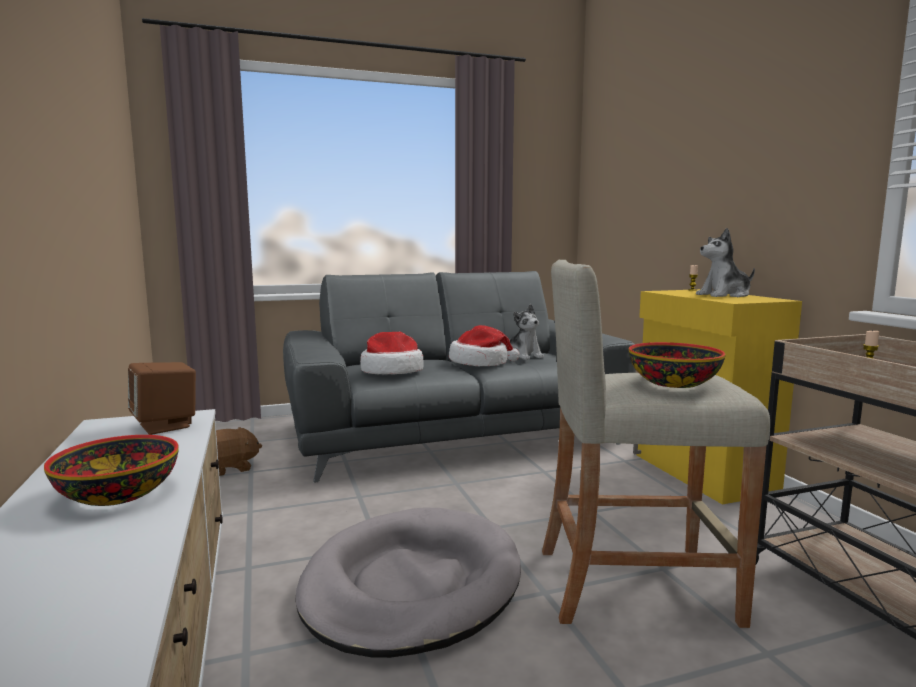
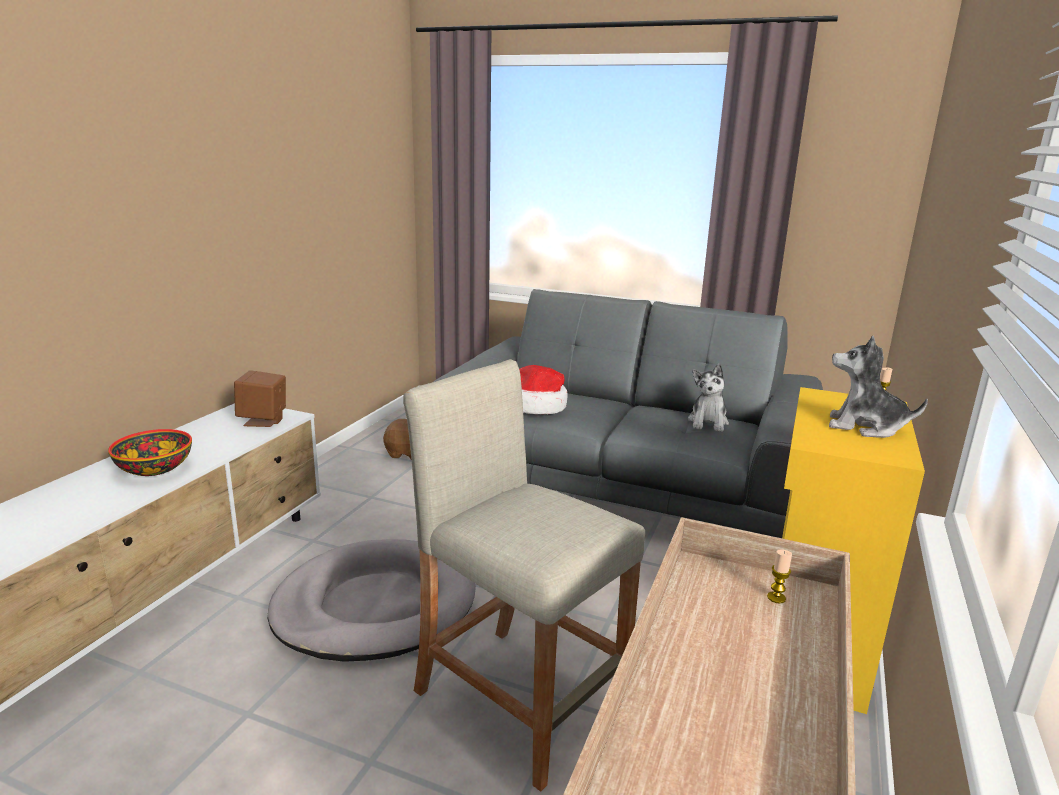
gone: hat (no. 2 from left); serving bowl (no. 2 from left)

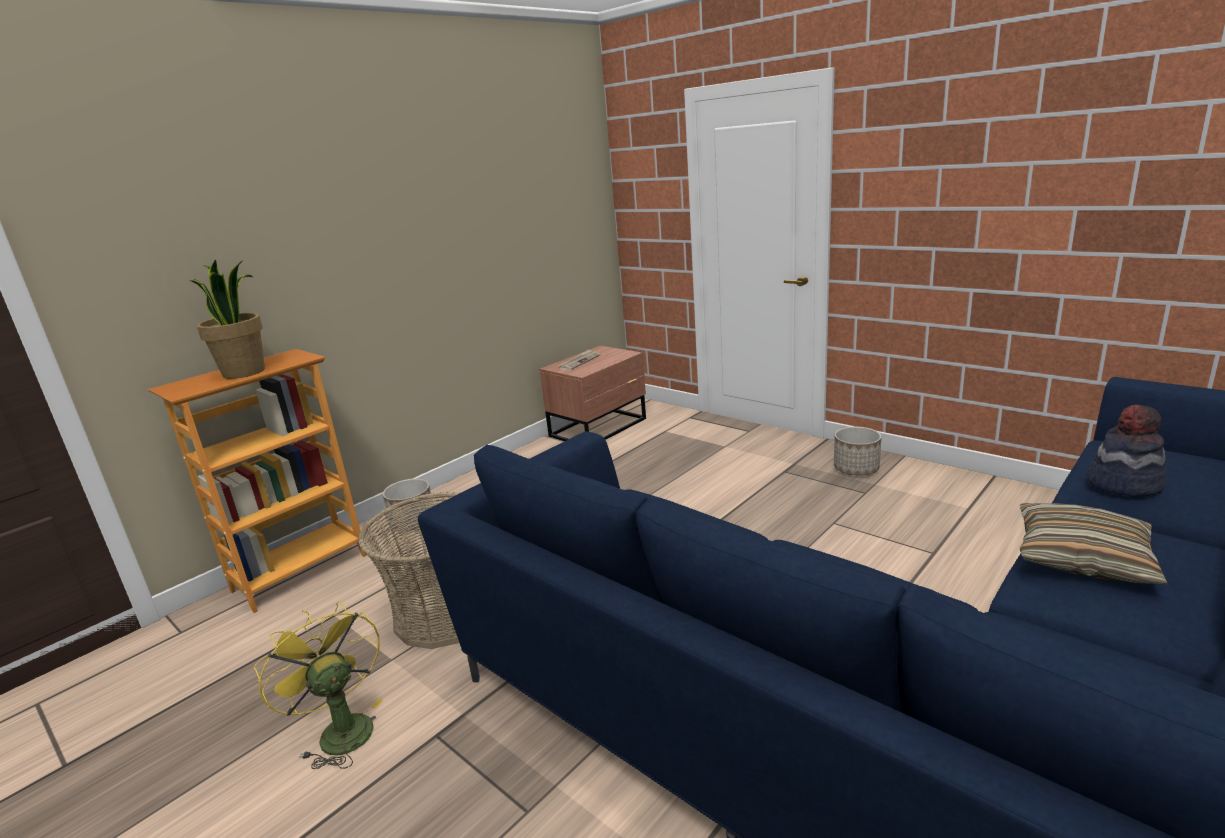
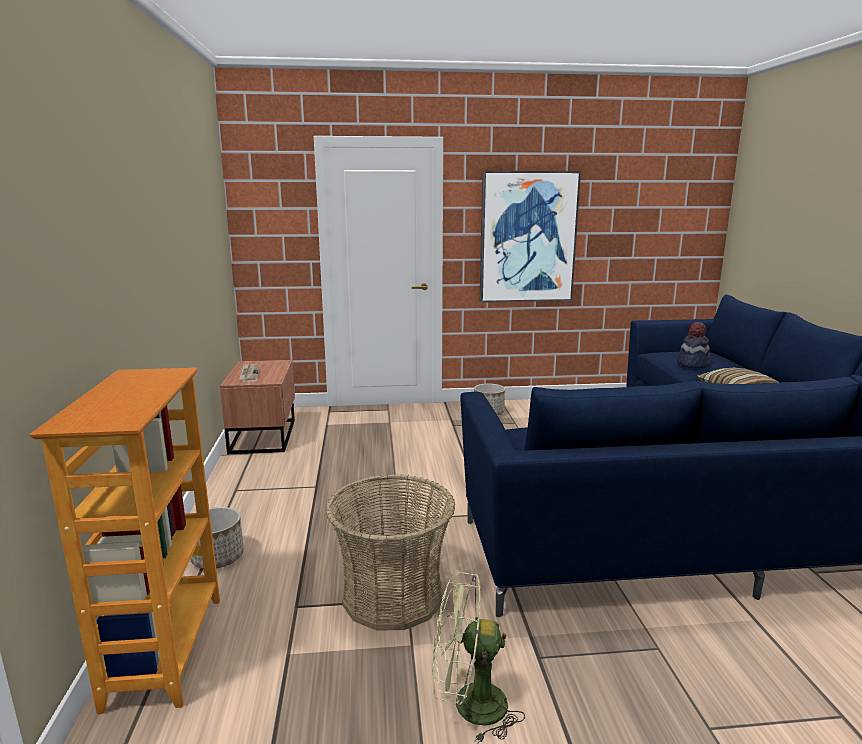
gone: potted plant
new: wall art
repainted: yellow-coloured cooling fan to green-coloured cooling fan

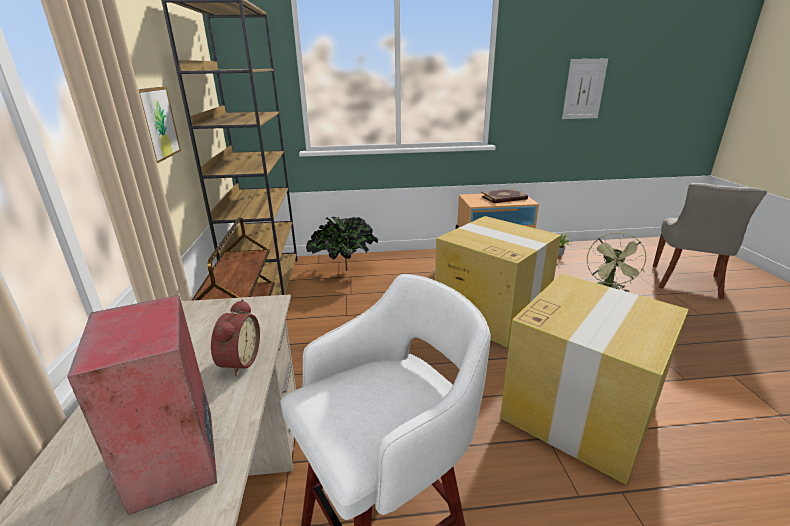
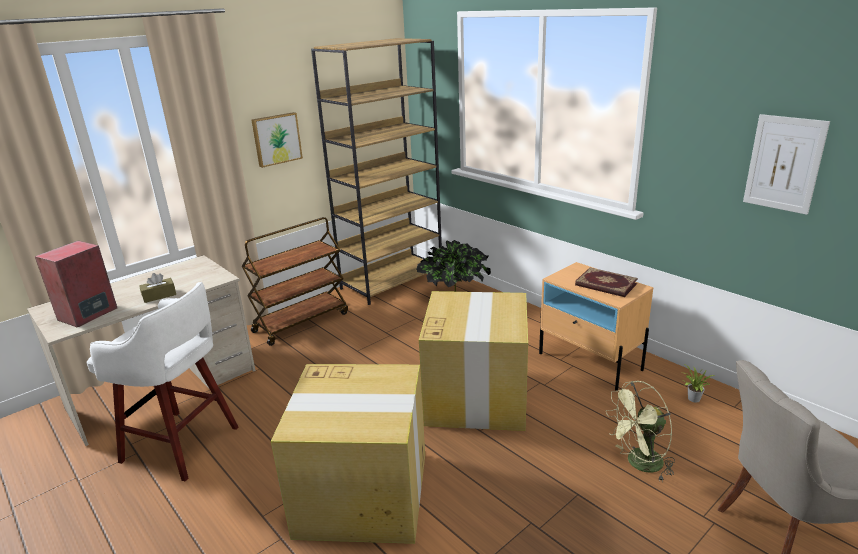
swapped: table clock to brownish box of tissues

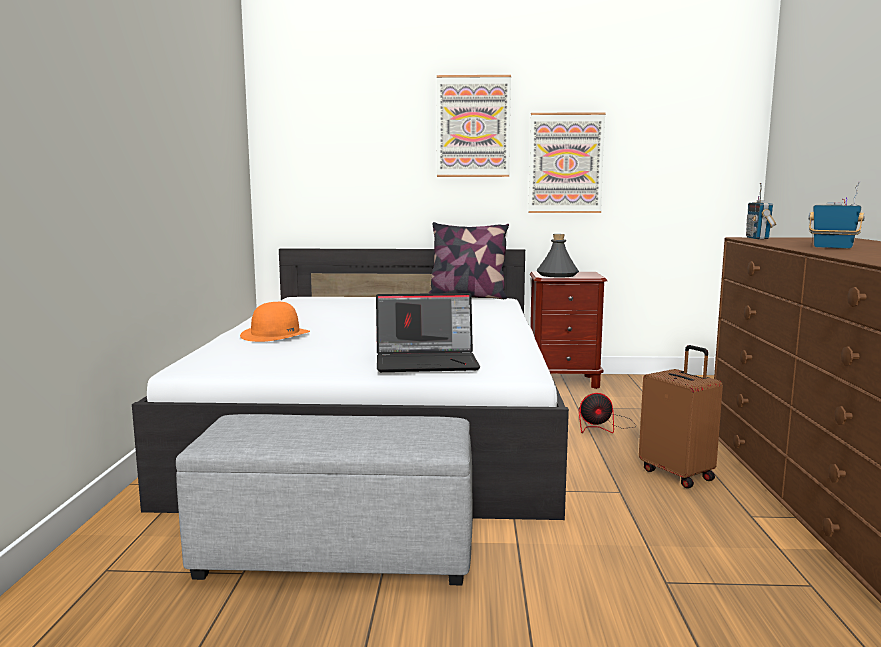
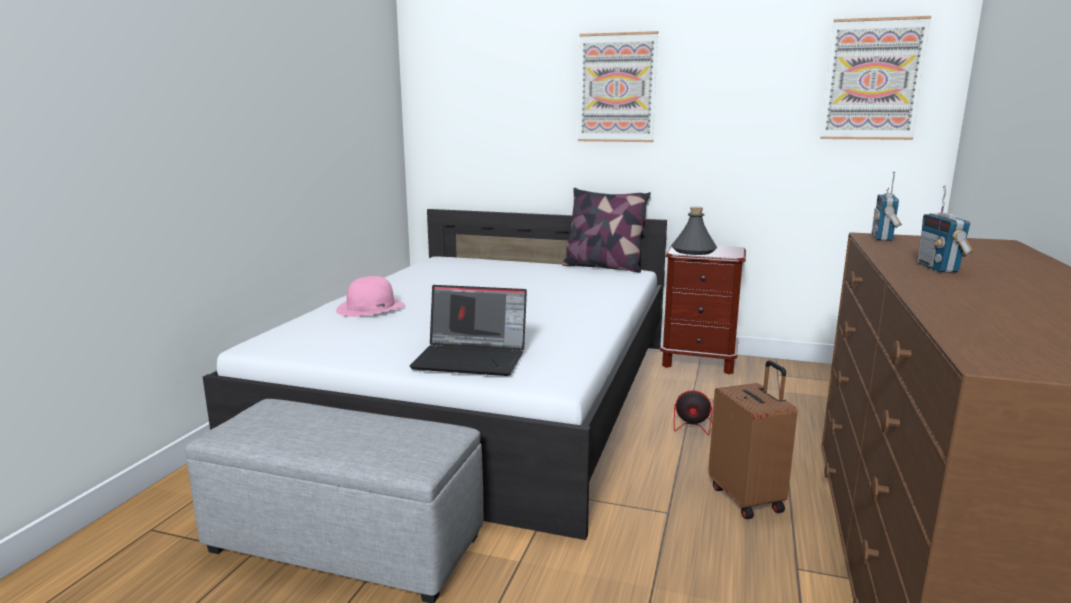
shifted: wall art (no. 2 from left)
repainted: orange-coloured hat to pinkish hat
rotated: radio receiver (no. 2 from left) 135 degrees counterclockwise

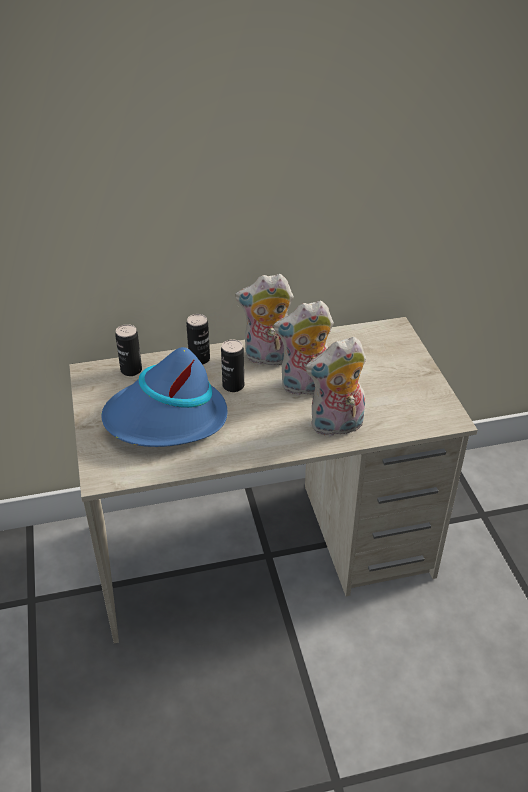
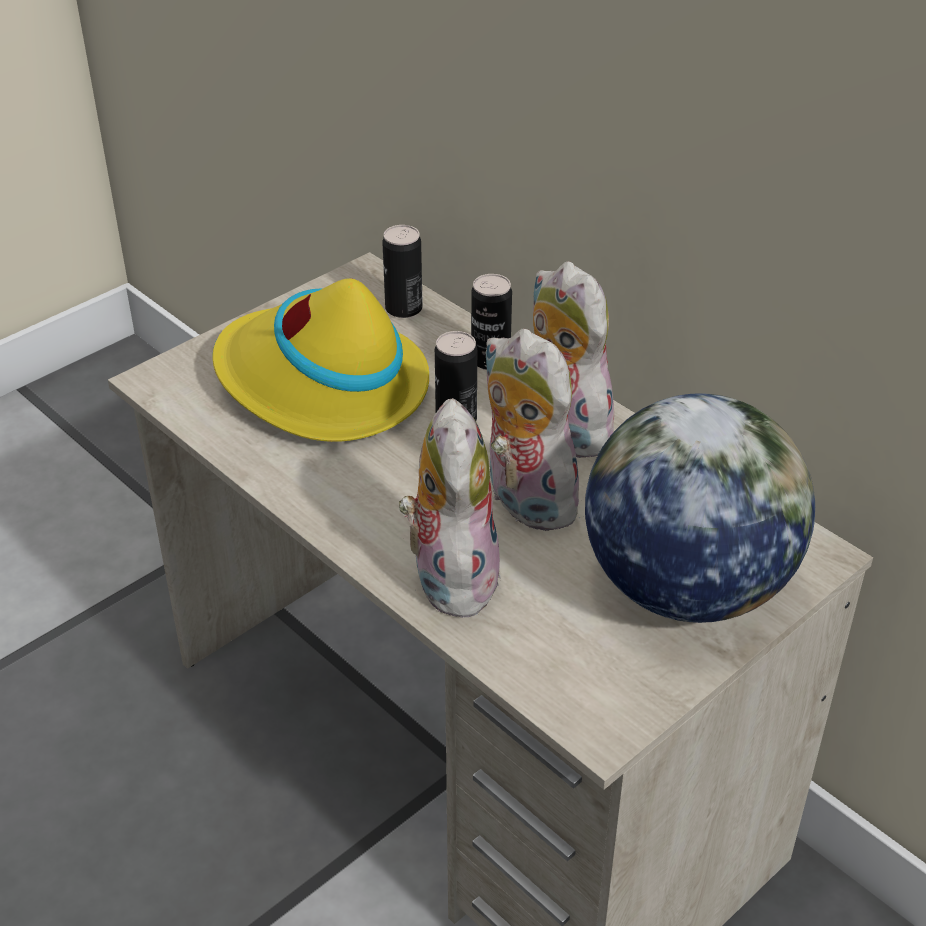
new: world globe
repainted: blue hat to yellow-coloured hat
rotated: plush toy (no. 3 from left in the first image) 45 degrees clockwise

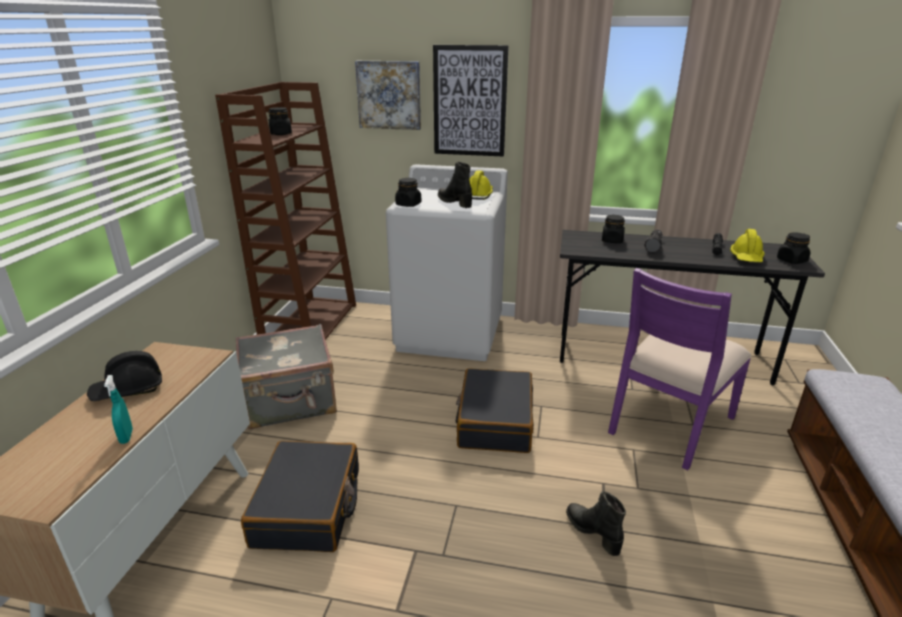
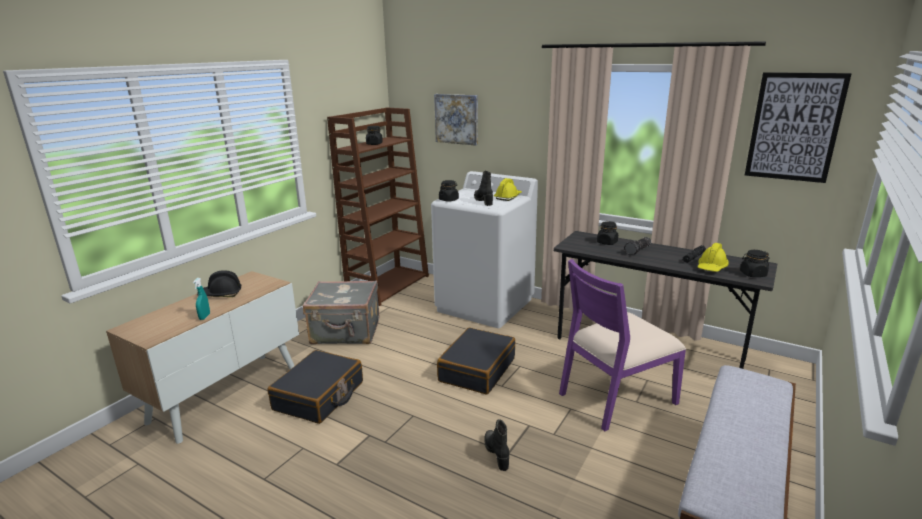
shifted: wall art (no. 2 from left)

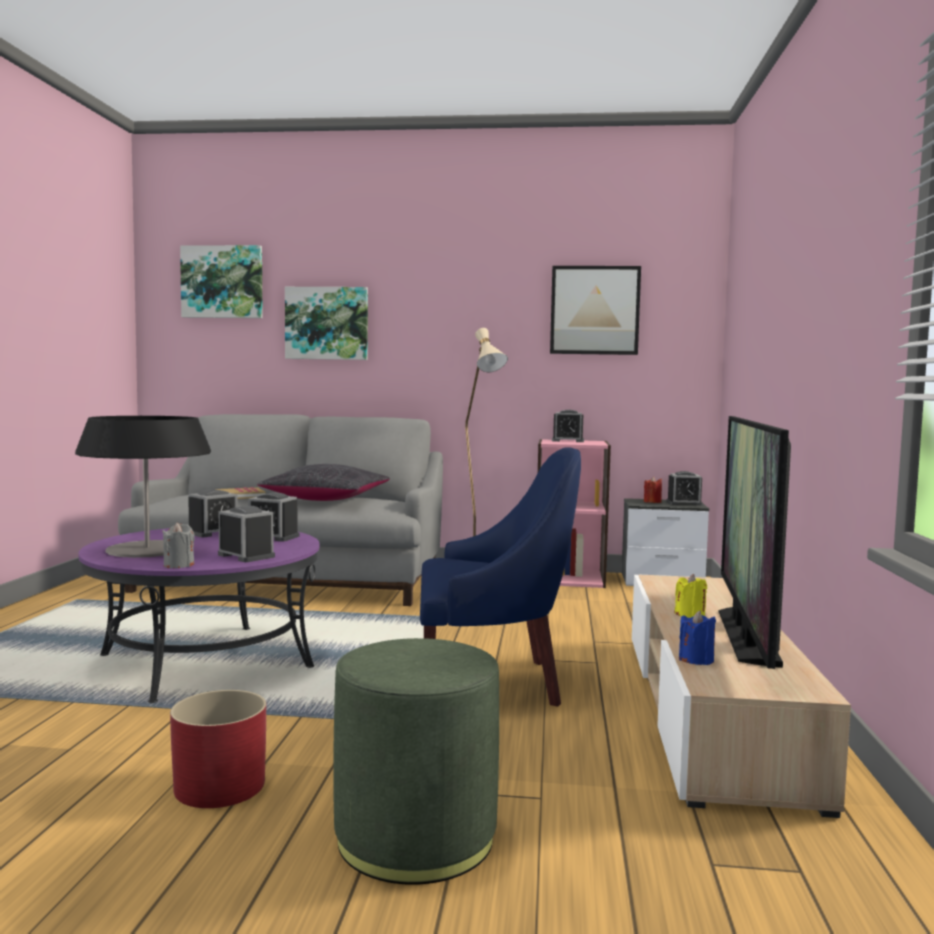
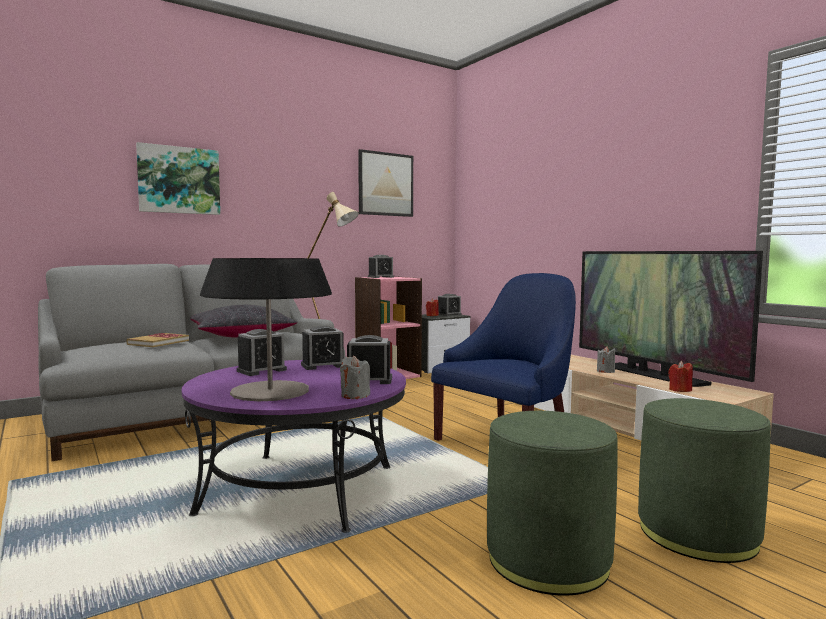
gone: wall art (no. 1 from left)
swapped: red-coloured plant pot to green-coloured footrest (no. 1 from left)
repainted: yellow-coloured wax light to grey wax light (no. 2 from left); blue wax light to red-coloured wax light (no. 2 from left)
rotated: table clock (no. 1 from left) 45 degrees clockwise

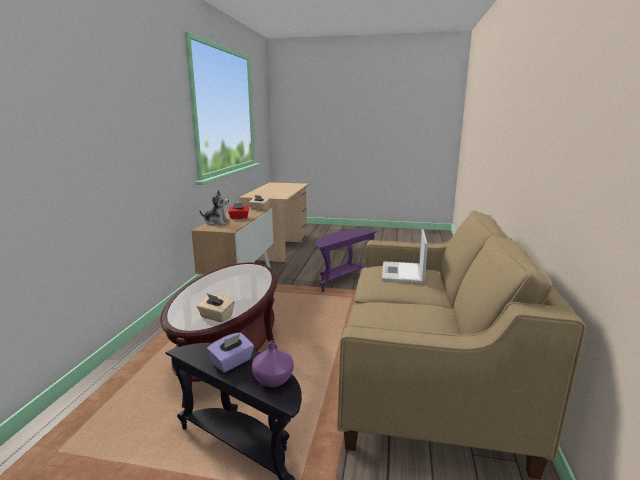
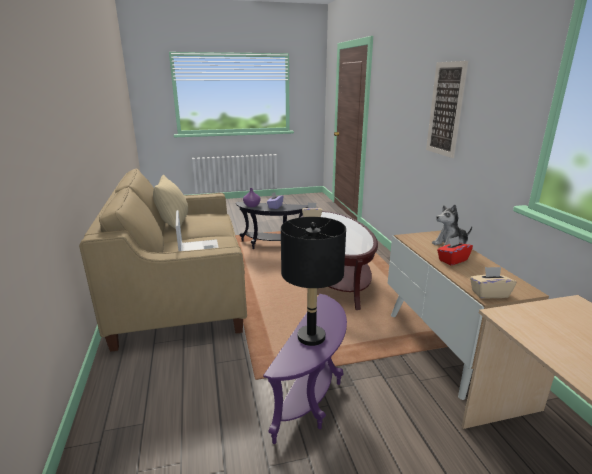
new: beige-coloured throw pillow; black tabletop lamp; wall art

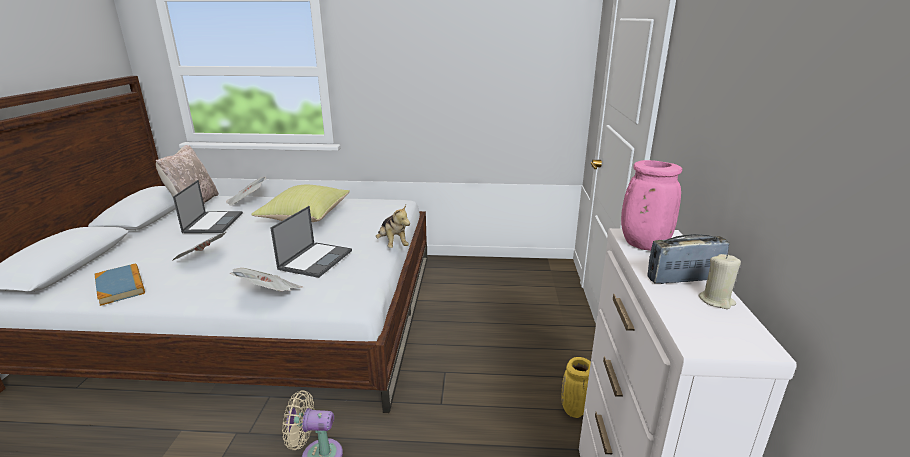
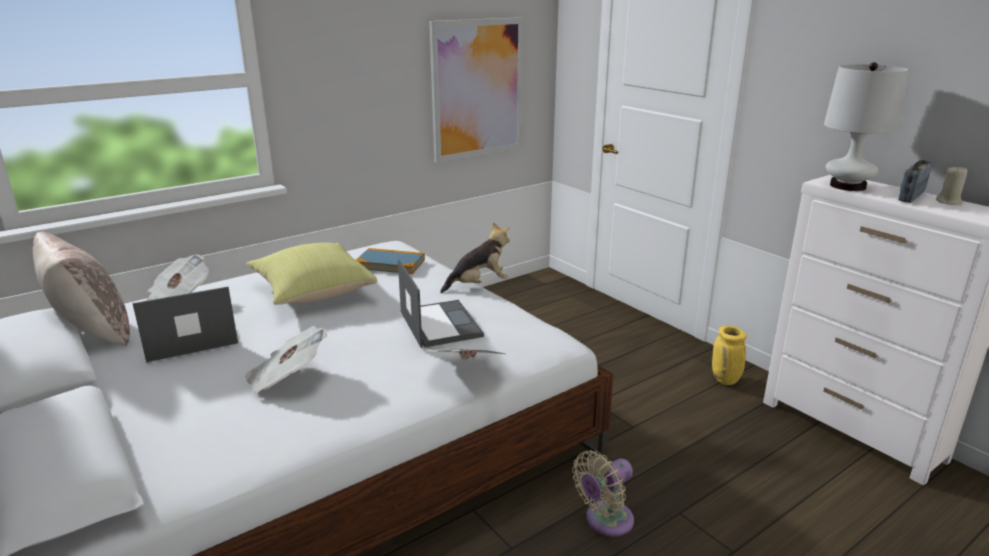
new: wall art
shifted: bound book
swapped: pinkish vase to white-coloured tabletop lamp
rotated: portable computer (no. 1 from left) 75 degrees counterclockwise; plush toy 45 degrees counterclockwise

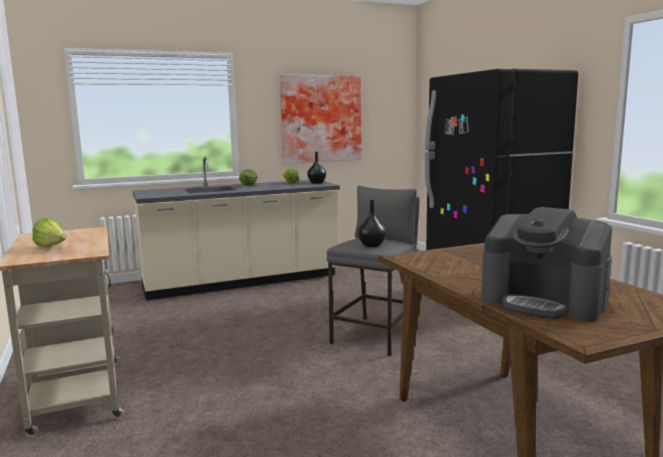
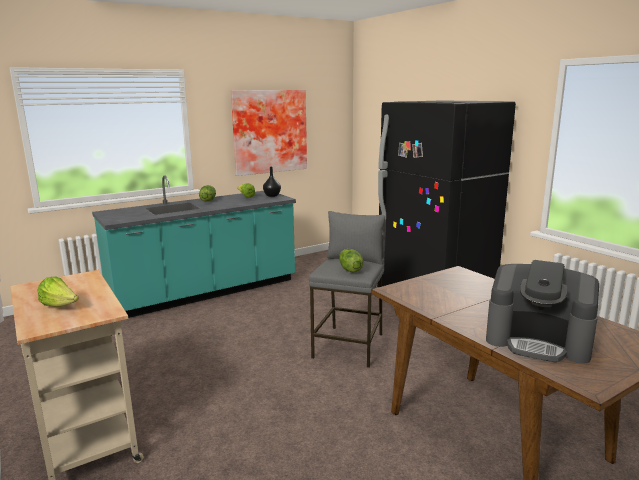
swapped: black vase (no. 2 from left) to lettuce (no. 4 from left)
repainted: beige-coloured kitchen counter to turquoise kitchen counter

